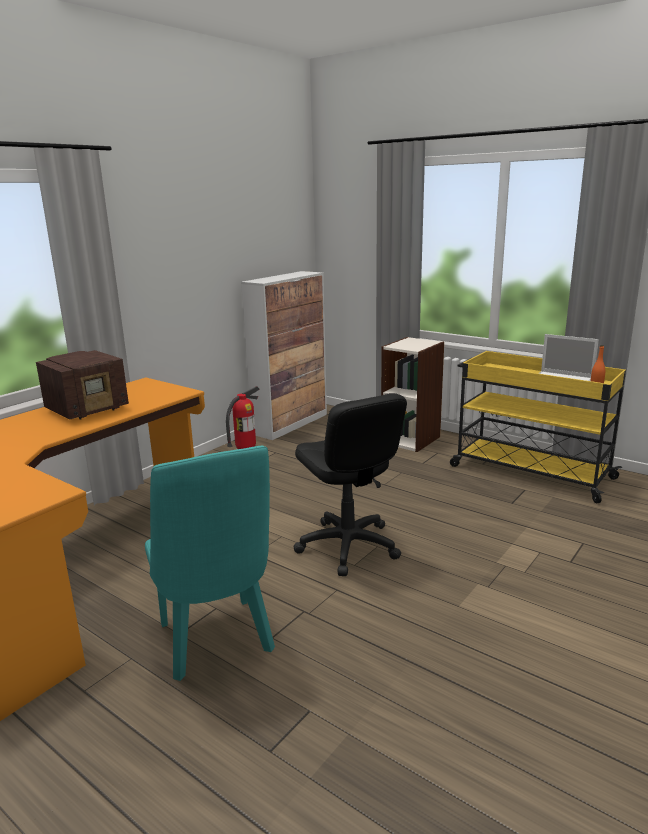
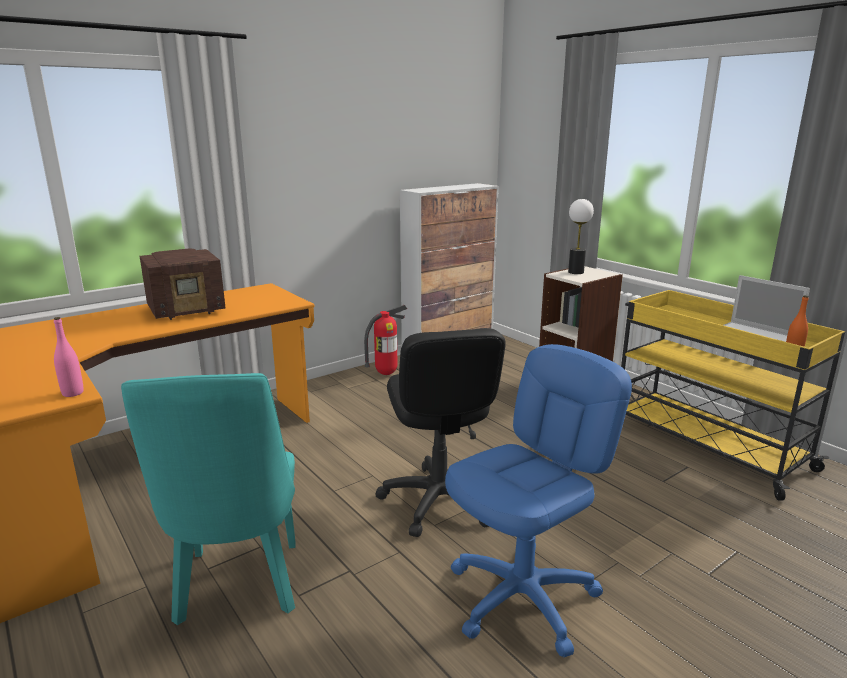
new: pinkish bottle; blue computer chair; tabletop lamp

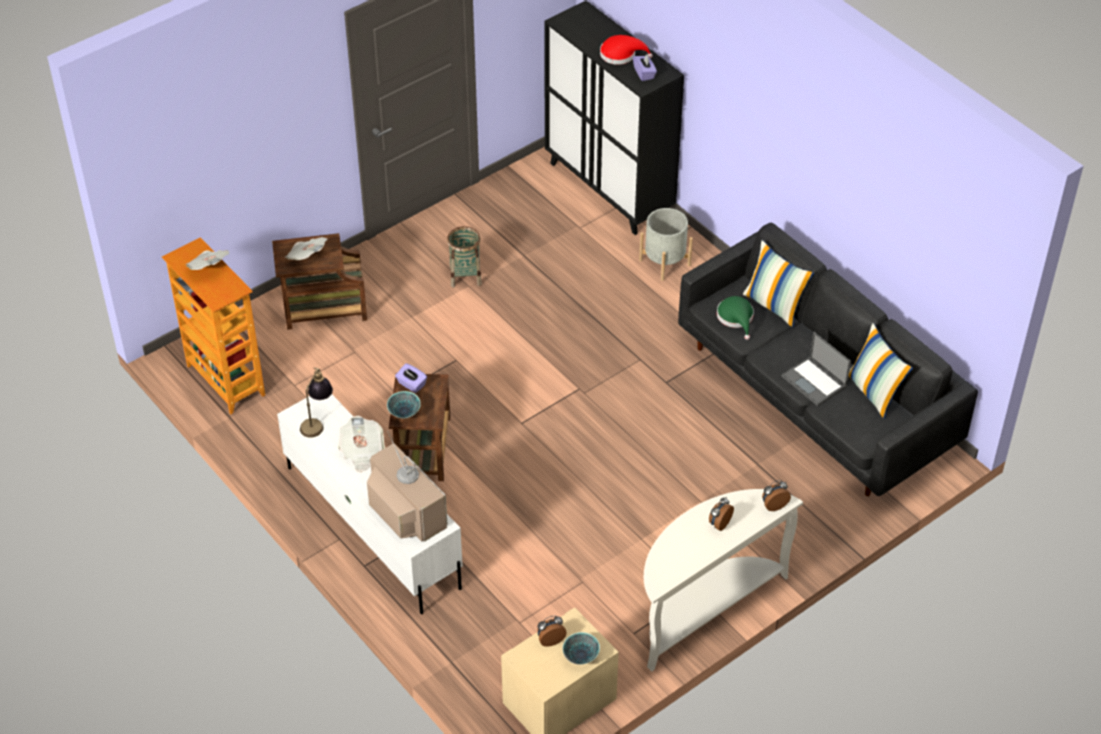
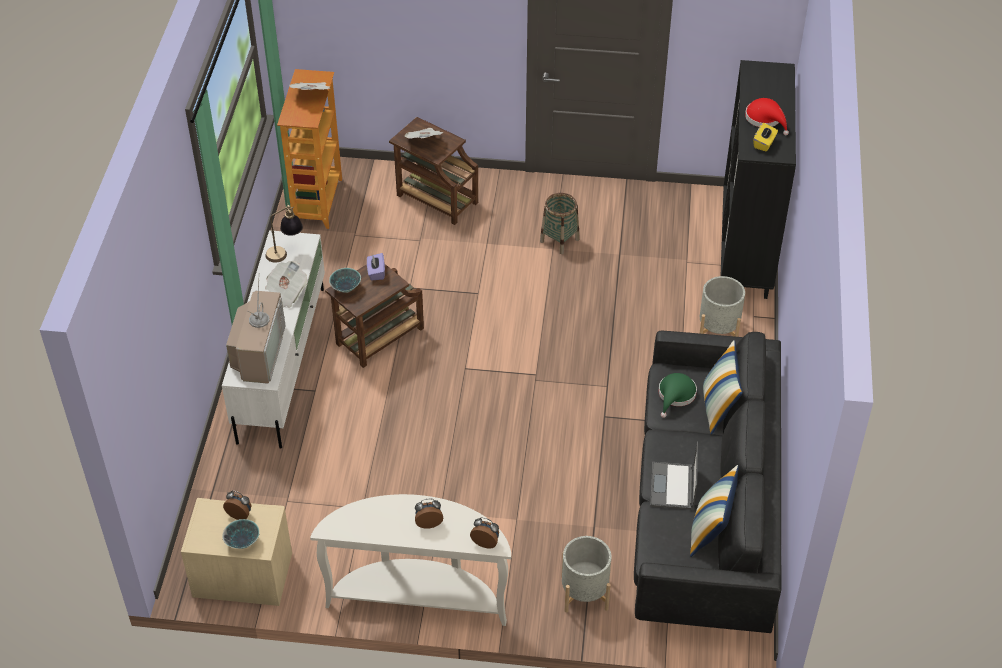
new: grey plant pot (no. 1 from left)
repainted: purple box of tissues (no. 2 from left) to yellow-coloured box of tissues

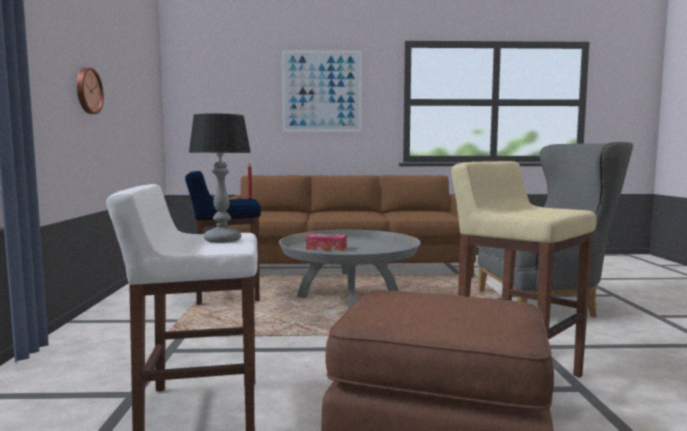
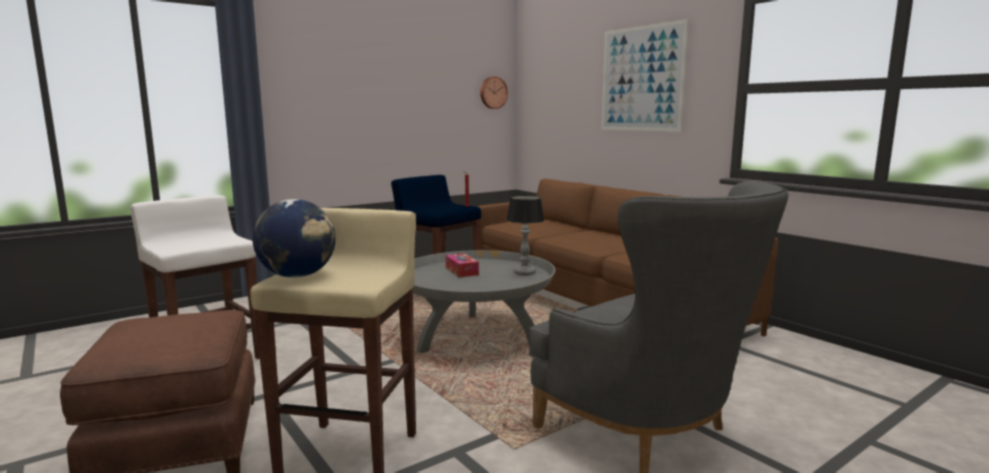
new: world globe
shifted: wall clock; tabletop lamp

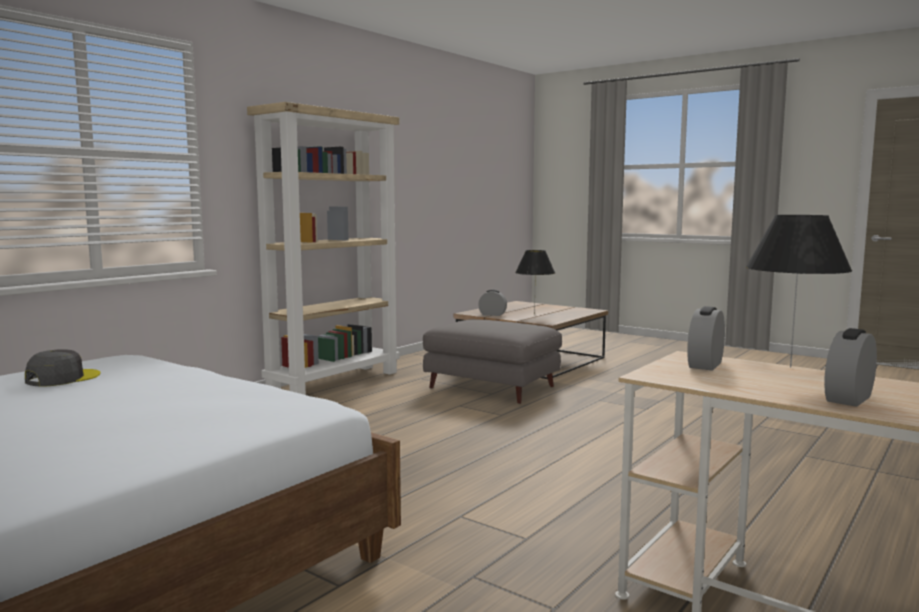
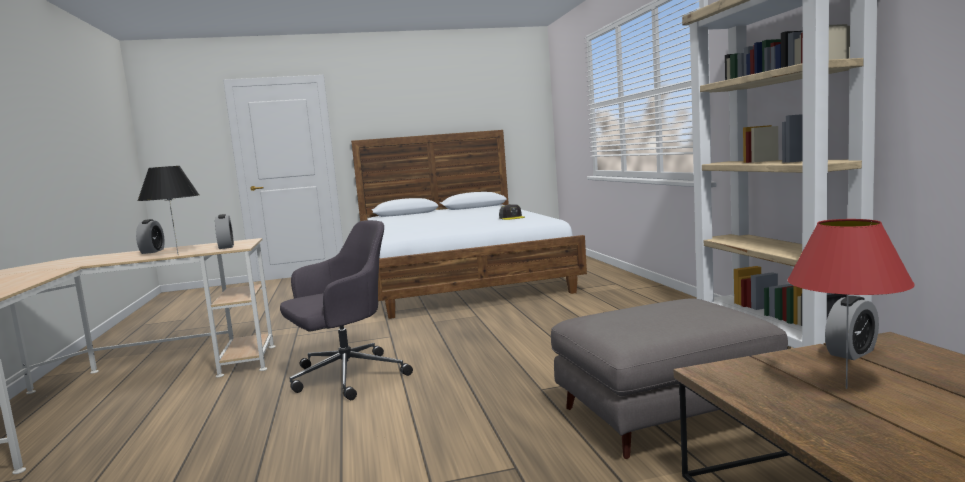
new: grey computer chair
repainted: black tabletop lamp (no. 1 from left) to red-coloured tabletop lamp

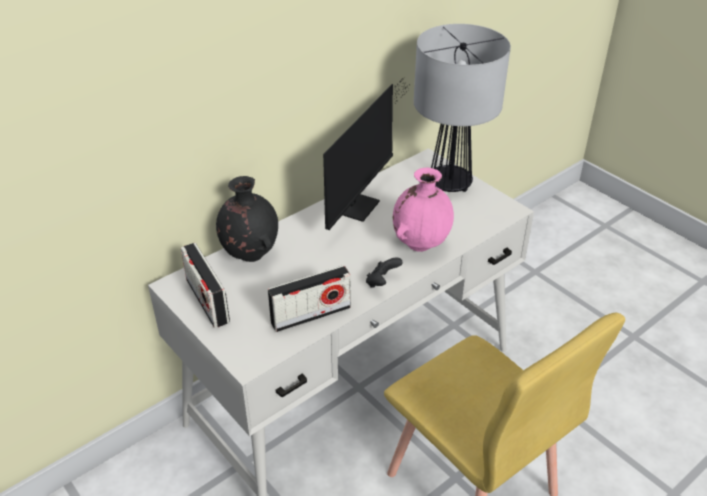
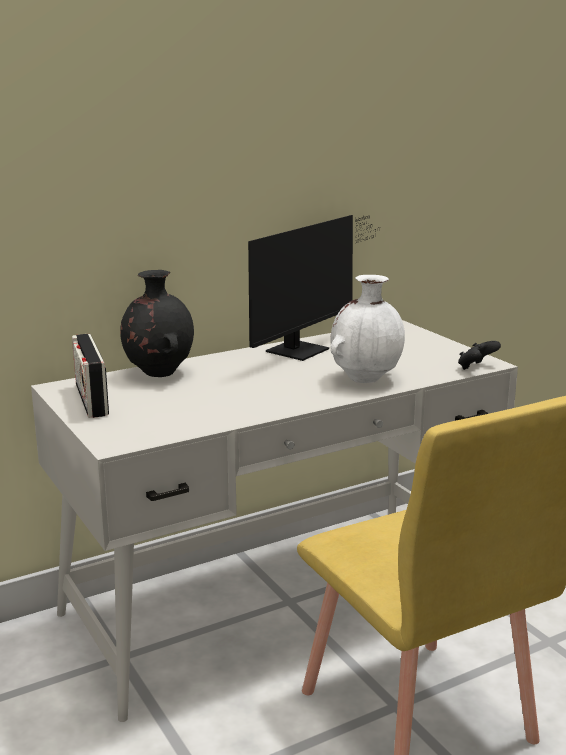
gone: radio receiver (no. 2 from left); tabletop lamp
shifted: black joypad
repainted: pinkish vase to white-coloured vase

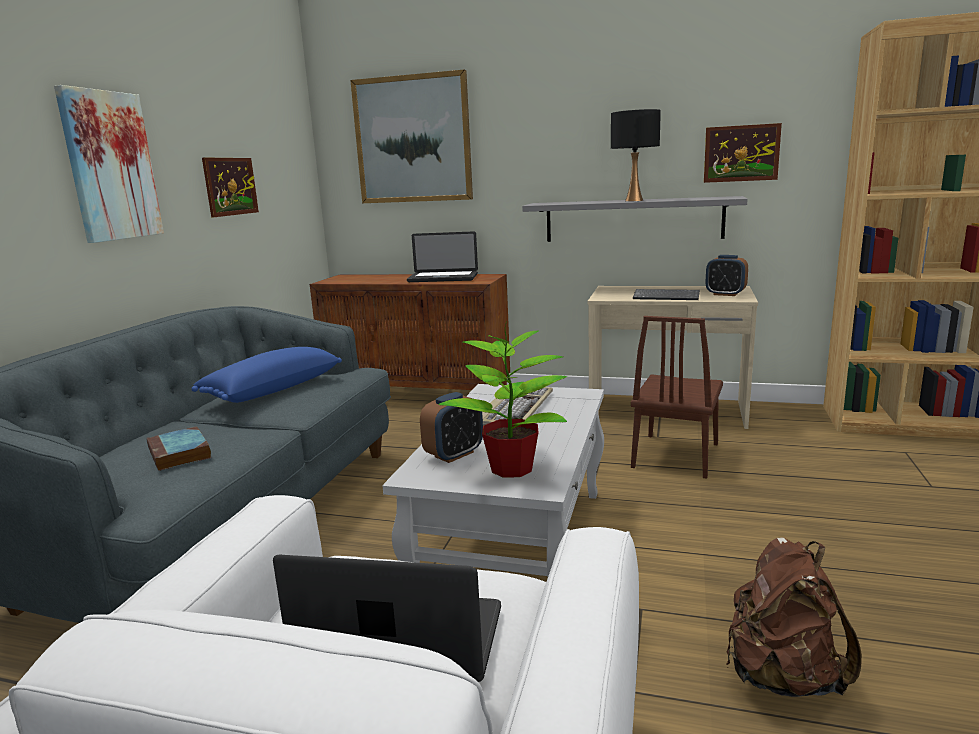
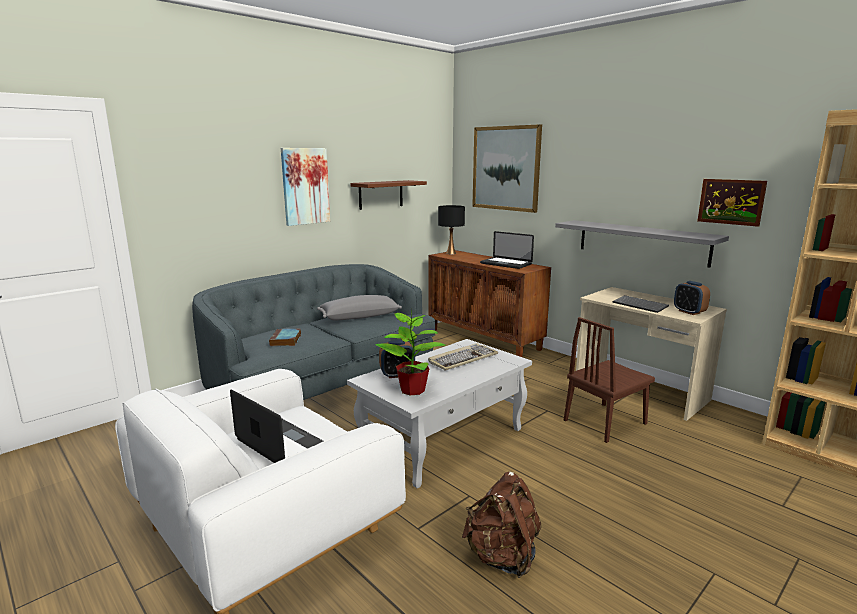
shifted: black tabletop lamp
swapped: wall art (no. 2 from left) to brownish wall shelf
repainted: blue throw pillow to grey throw pillow

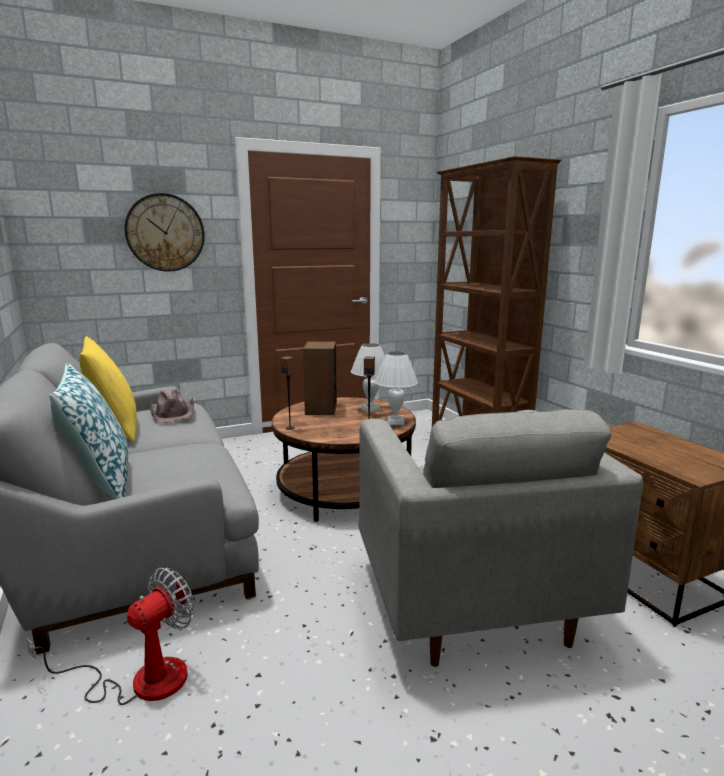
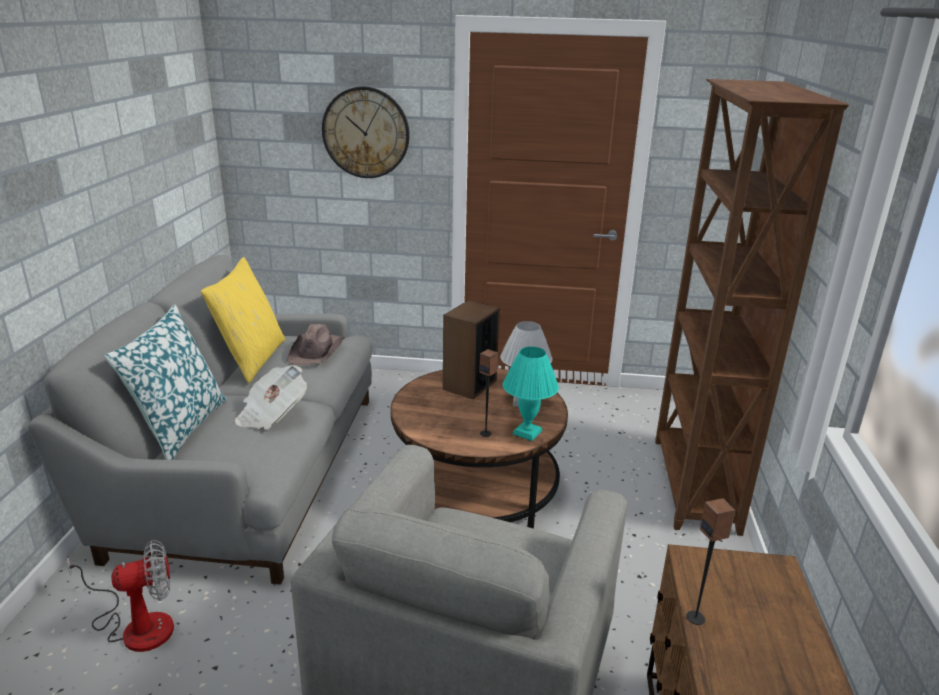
new: printed paper
shifted: speaker (no. 1 from left in the first image) to speaker (no. 3 from left)
repainted: white-coloured tabletop lamp (no. 2 from left) to turquoise tabletop lamp

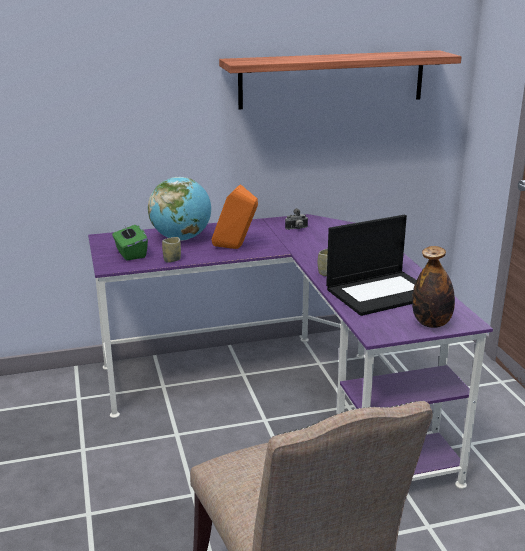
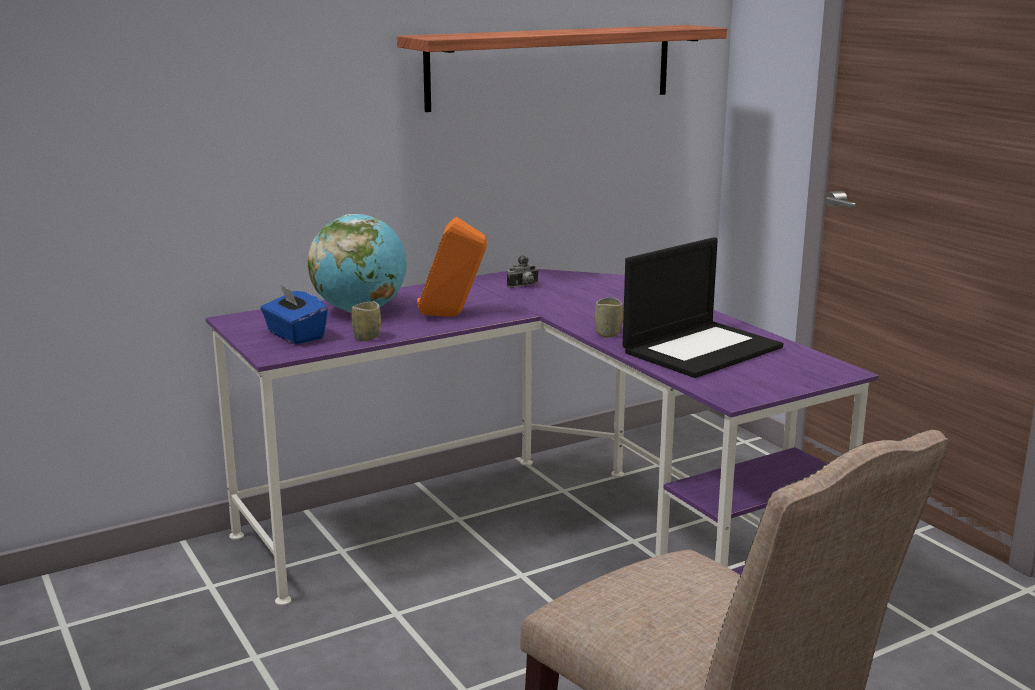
gone: bottle
repainted: green-coloured box of tissues to blue box of tissues

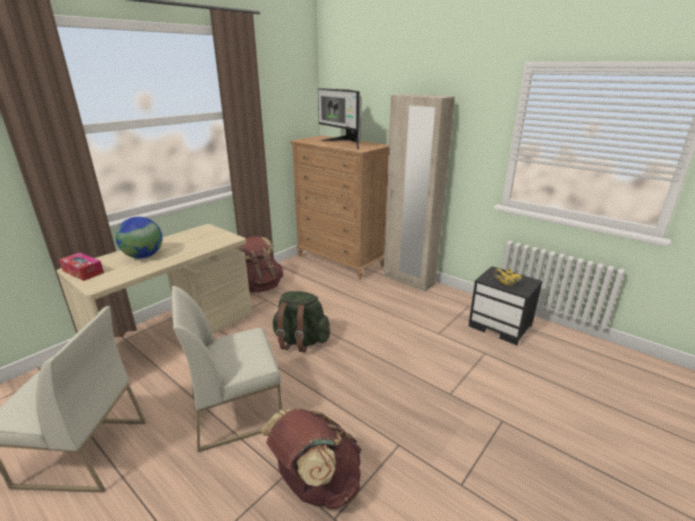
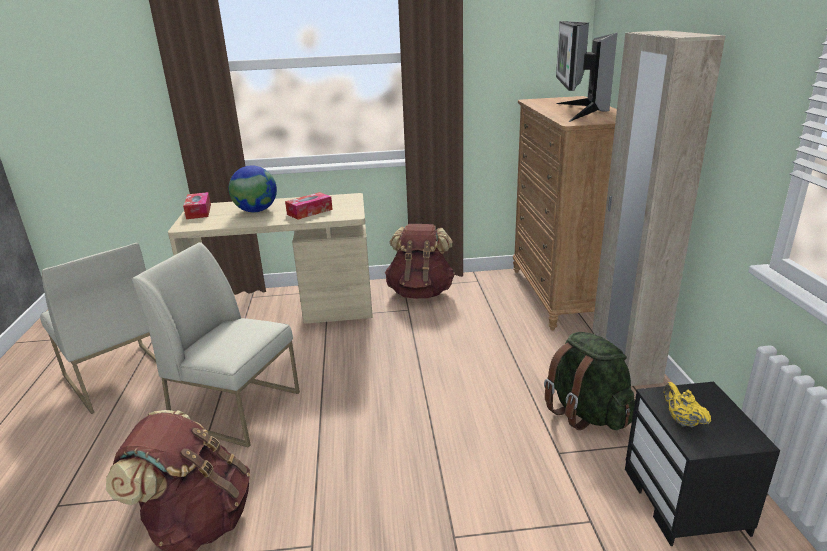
new: box of tissues (no. 2 from left)
shifted: green-coloured rucksack

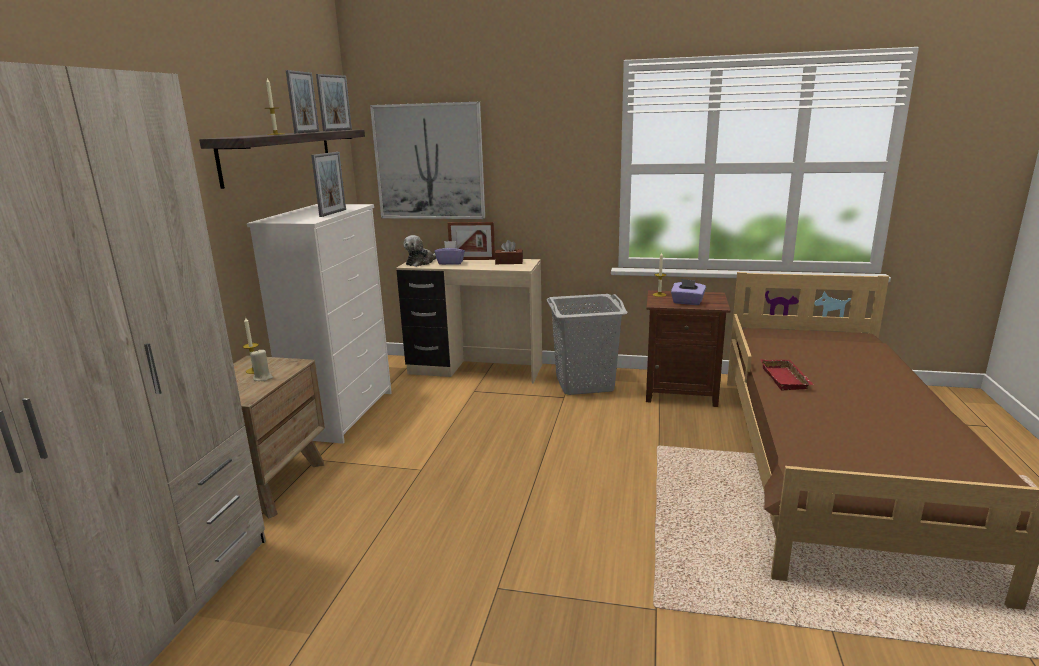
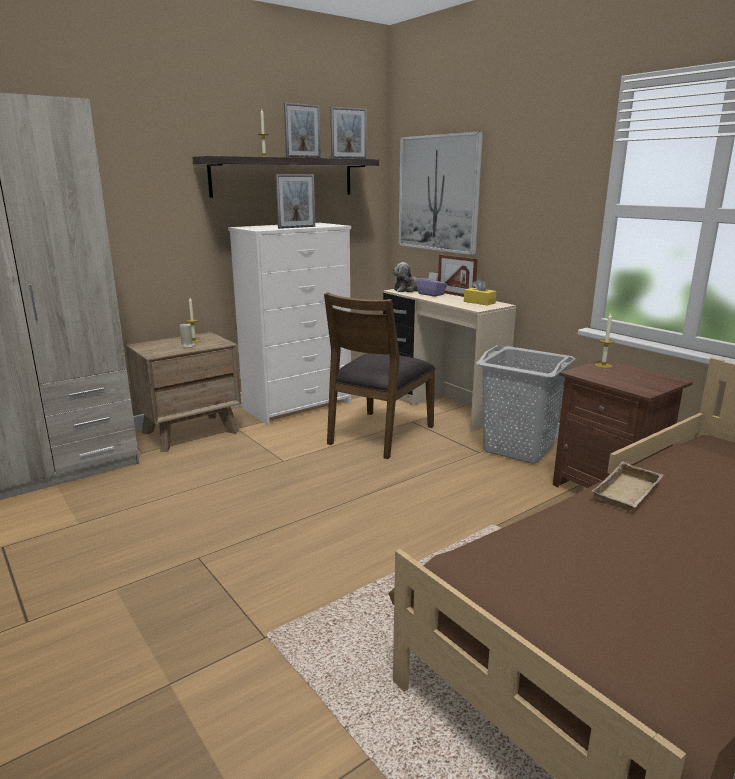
gone: purple box of tissues (no. 2 from left)
new: brownish chair
repainted: brownish box of tissues to yellow-coloured box of tissues; red-coloured serving tray to beige-coloured serving tray

